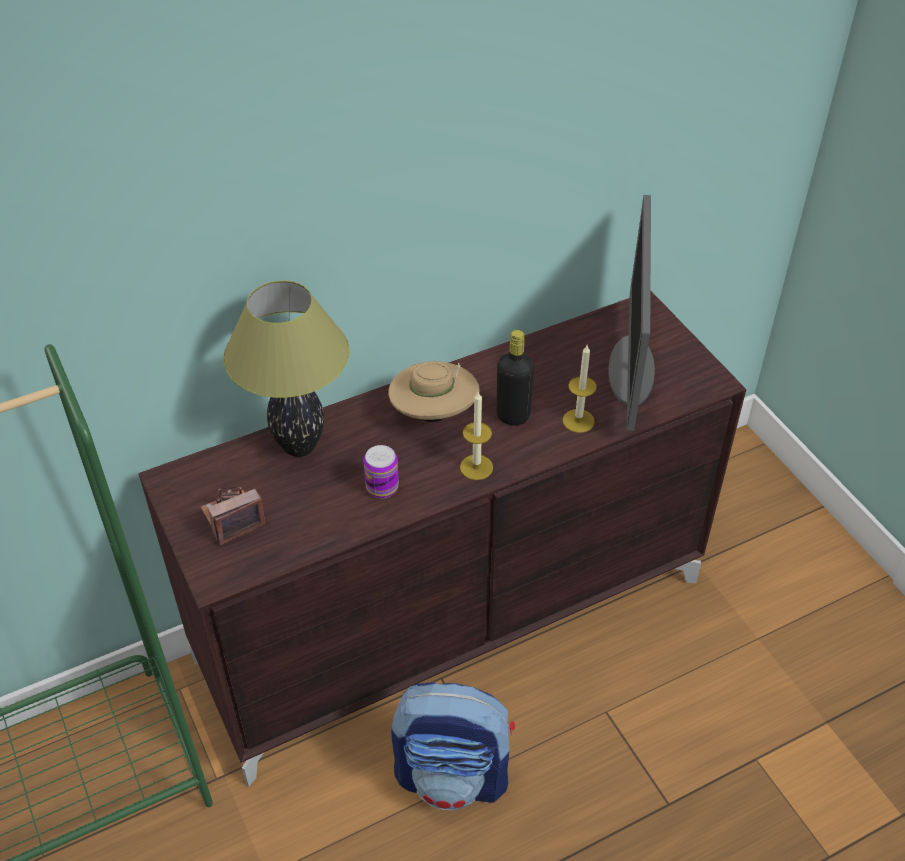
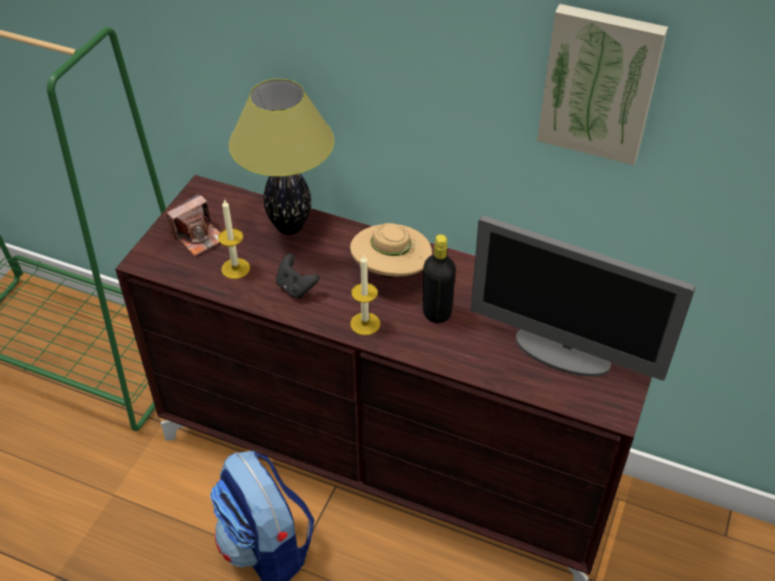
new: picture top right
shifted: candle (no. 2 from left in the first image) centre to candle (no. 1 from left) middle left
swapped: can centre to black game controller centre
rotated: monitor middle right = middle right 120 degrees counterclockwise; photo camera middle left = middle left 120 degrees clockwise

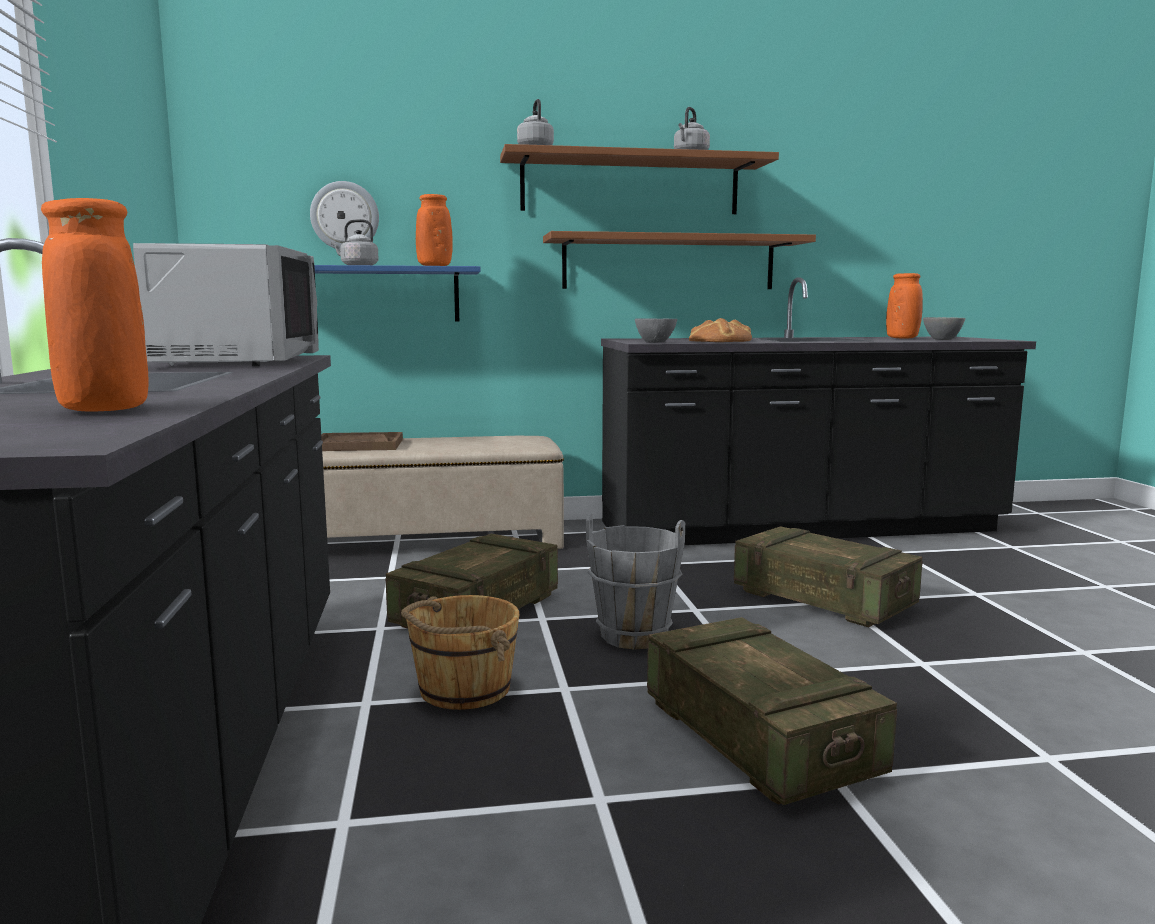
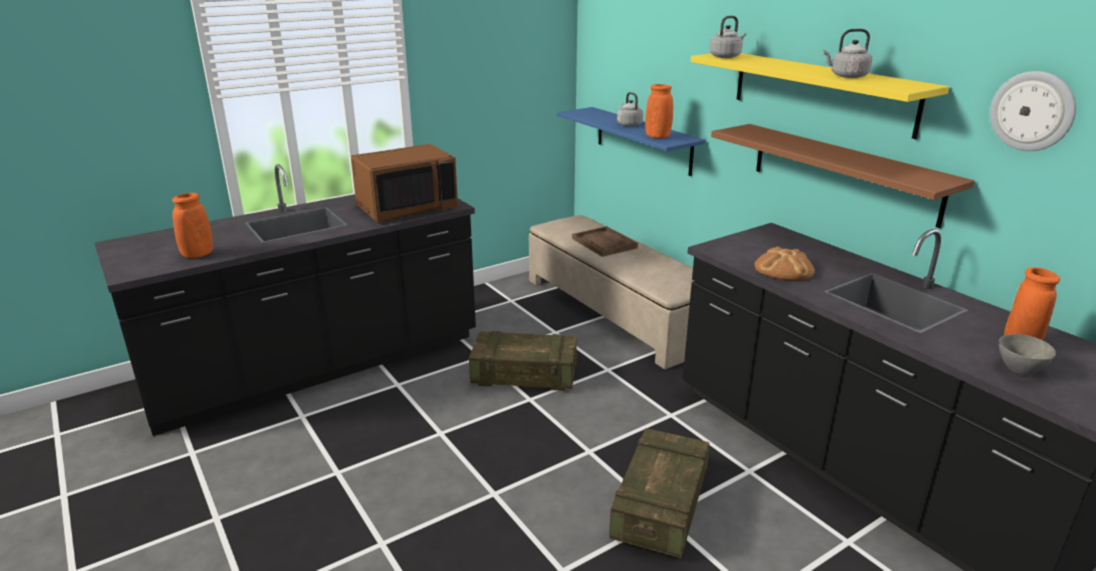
gone: grey bowl (no. 1 from left) centre; grey bucket centre; brown bucket bottom centre; crate (no. 2 from left) bottom right
shifted: wall clock top left to top right
repainted: brown shelf (no. 1 from left) top centre to yellow shelf top right; grey microwave top left to brown microwave top centre

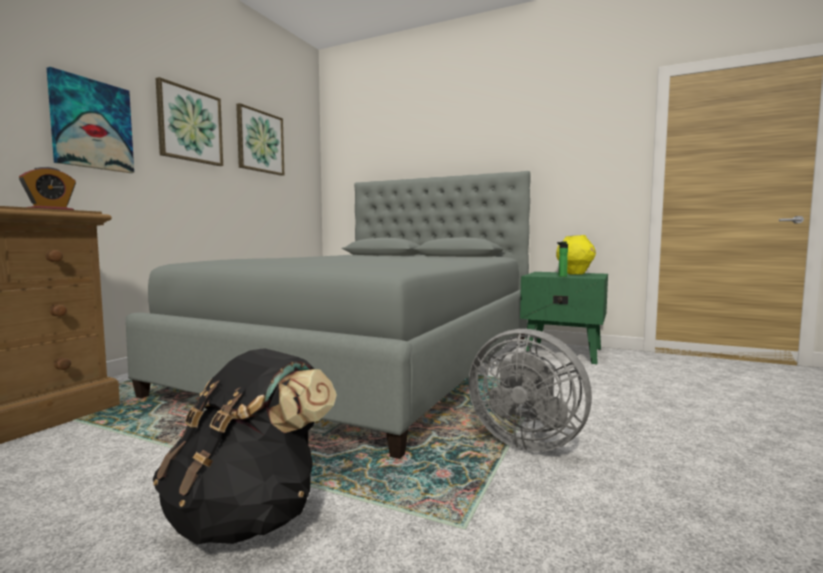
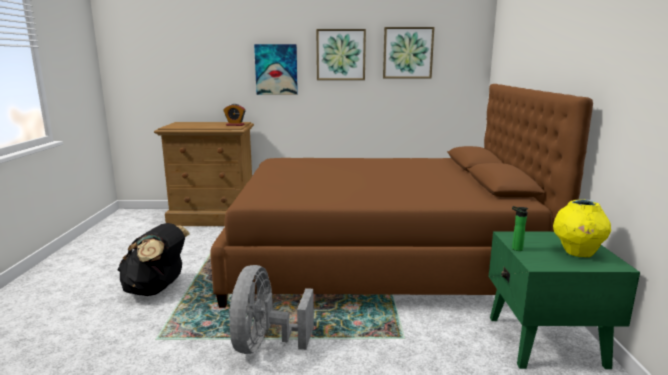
repainted: grey bed centre to brown bed centre

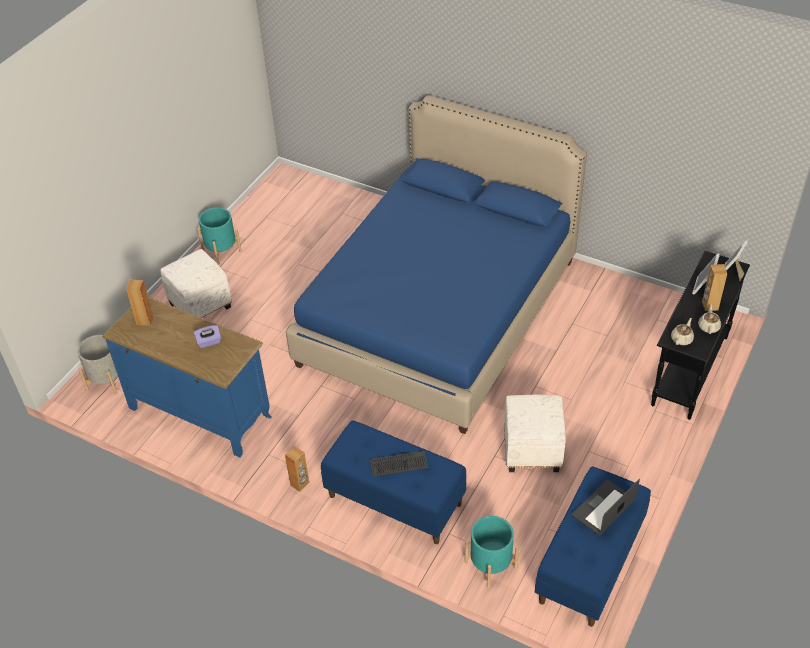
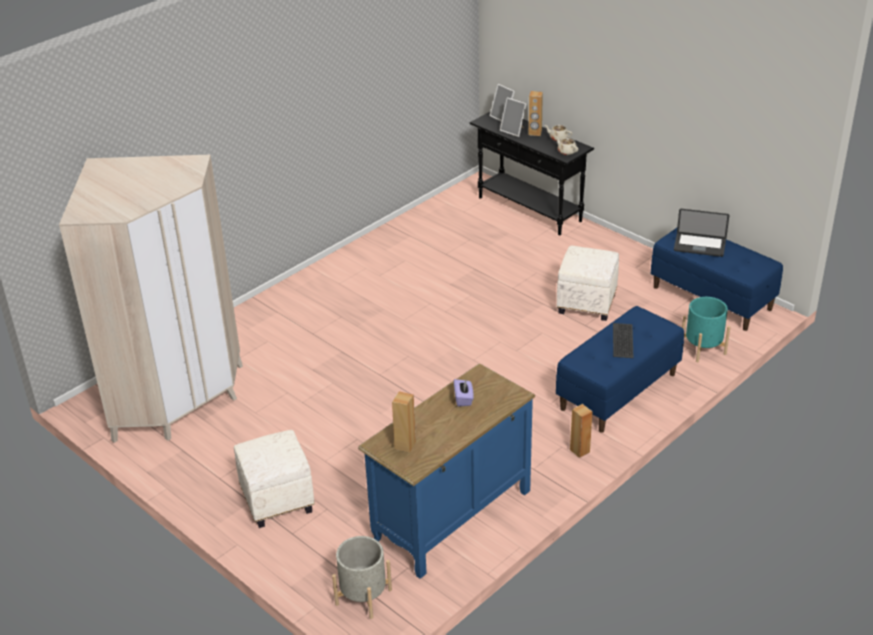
gone: blue bed centre; turquoise planter (no. 1 from left) middle left
new: beige wardrobe middle left
rotated: laptop bottom right = middle right 45 degrees counterclockwise

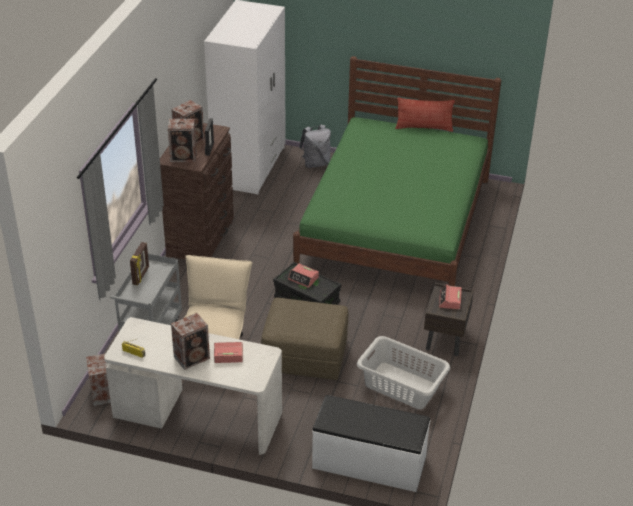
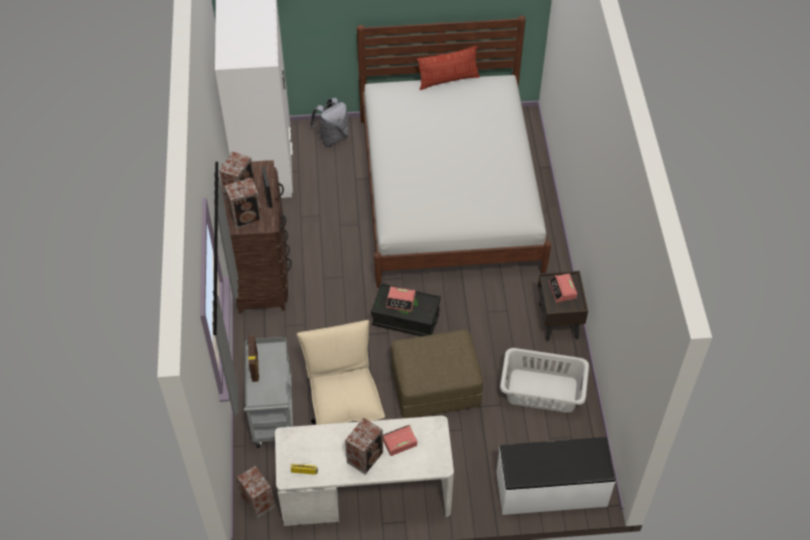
repainted: green bed centre to white bed top centre

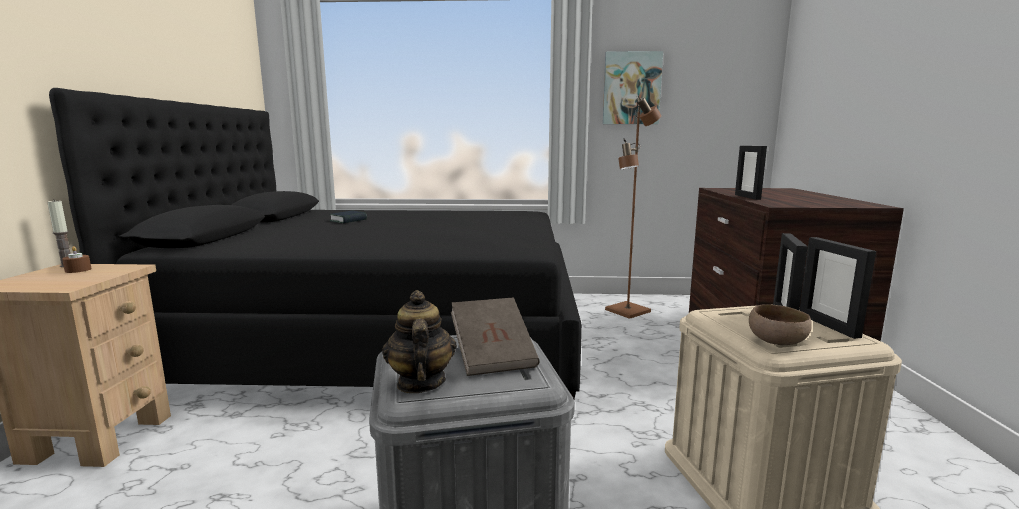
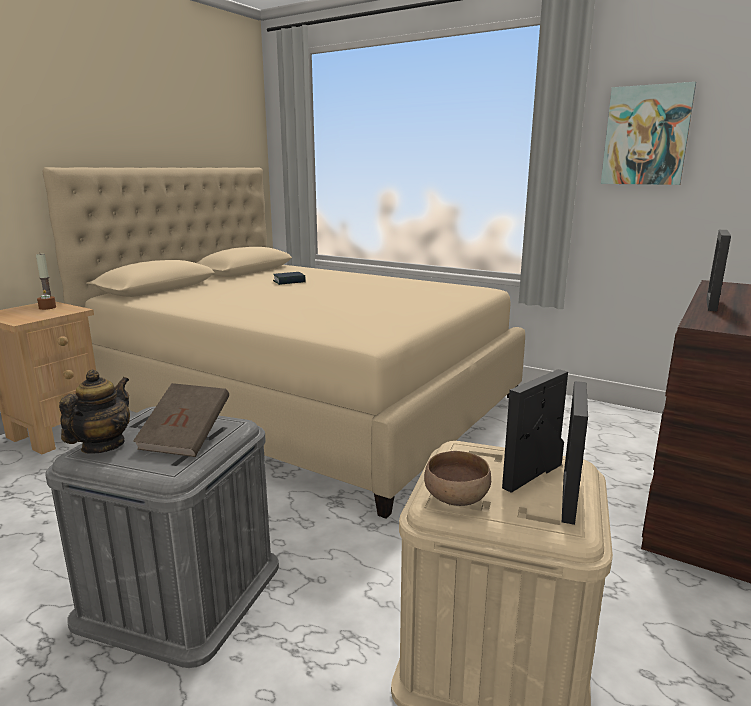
gone: brown floor lamp centre
repainted: black bed middle left to beige bed centre

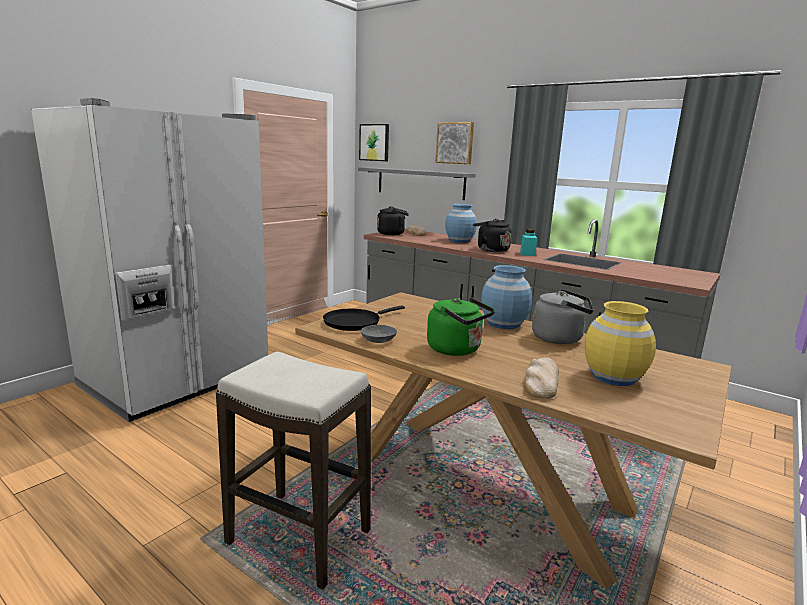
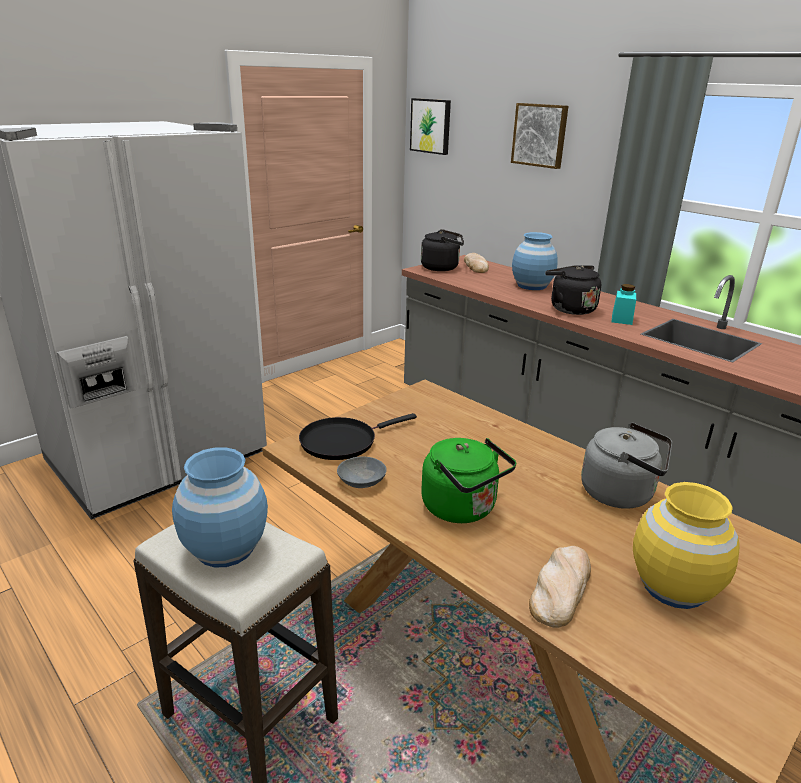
gone: grey shelf top centre
shifted: blue vase (no. 2 from left in the first image) centre to blue vase (no. 1 from left) middle left

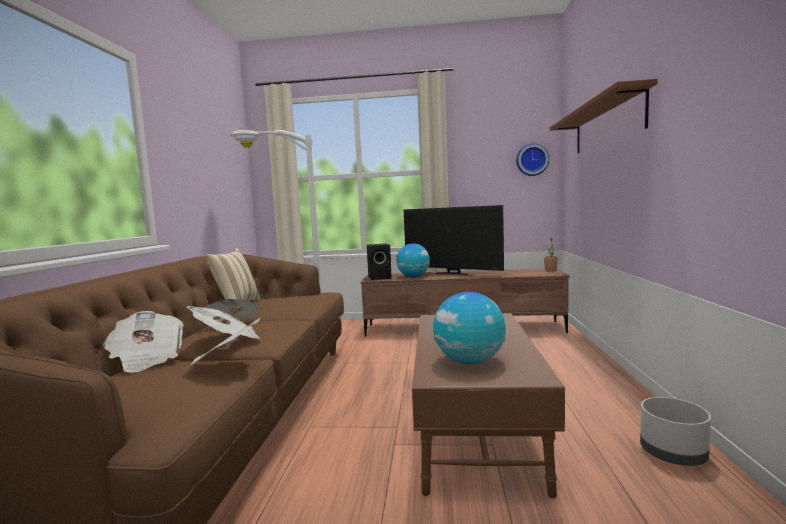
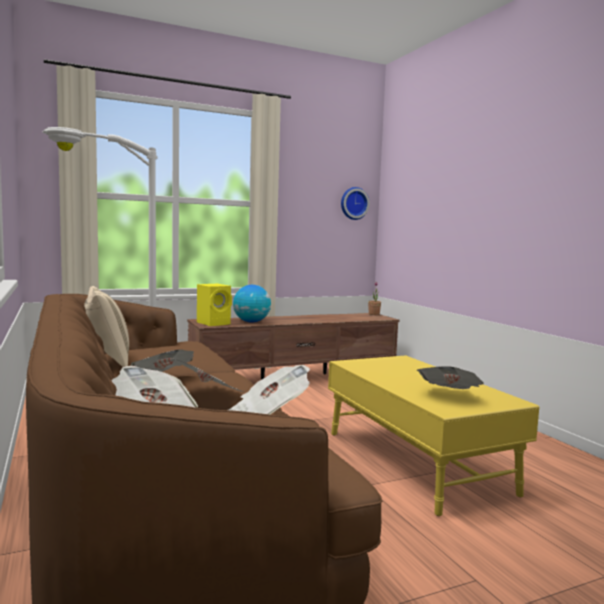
gone: brown shelf top right; television centre; grey planter bottom right
swapped: globe (no. 2 from left) centre to newspaper (no. 5 from left) middle right
repainted: black speaker centre to yellow speaker centre; brown coffee table bottom centre to yellow coffee table bottom right

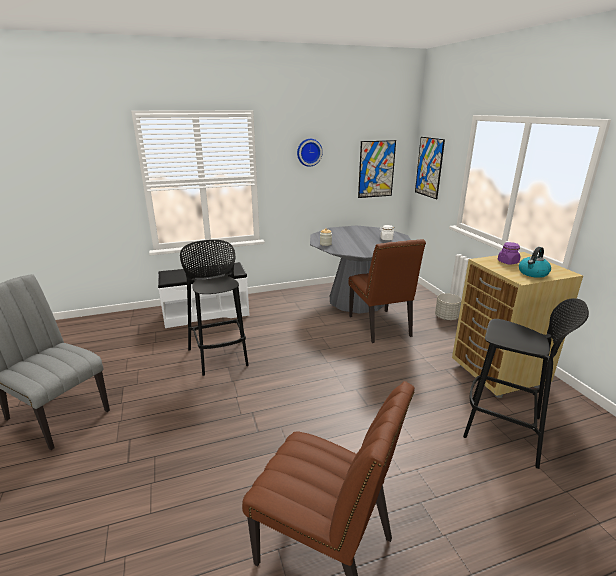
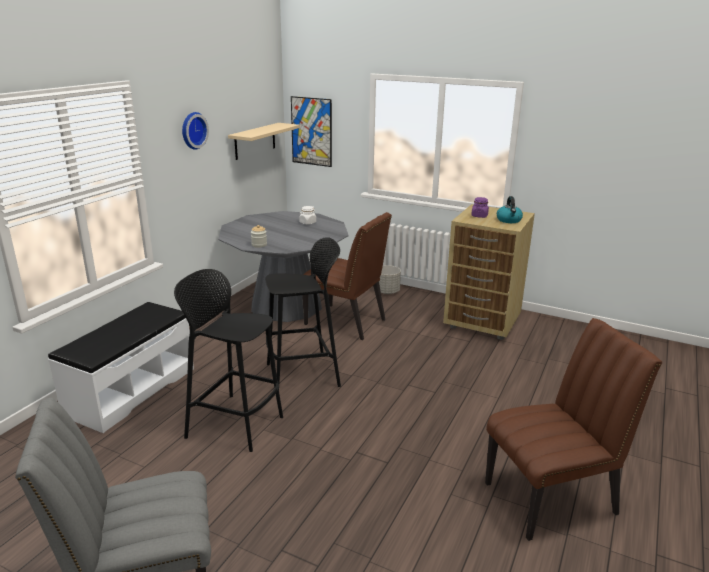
shifted: black stool (no. 2 from left) middle right to centre
swapped: picture (no. 1 from left) top centre to beige shelf top centre

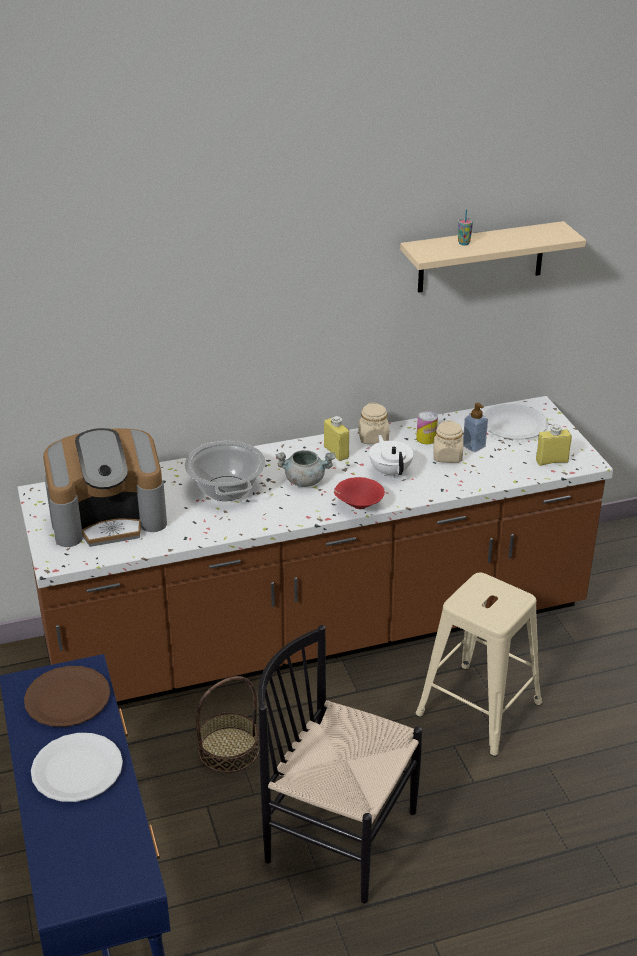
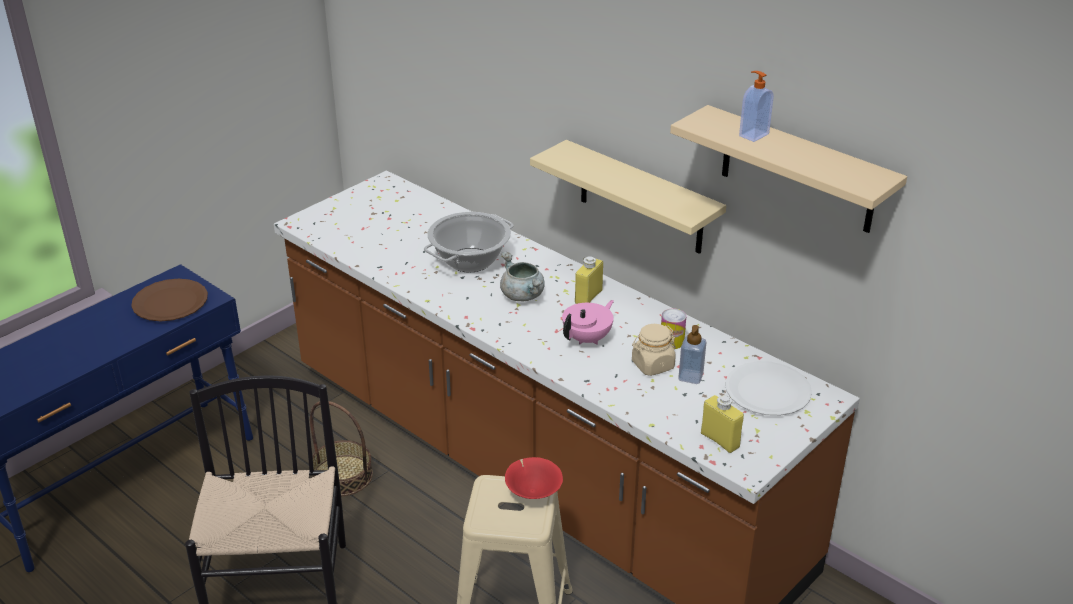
gone: beige jar (no. 1 from left) centre; coffee machine middle left; white plate (no. 1 from left) bottom left
new: beige shelf (no. 1 from left) top centre
shifted: red bowl centre to bottom centre
swapped: cup top right to soap dispenser (no. 2 from left) top right
repainted: white teapot centre to pink teapot centre

